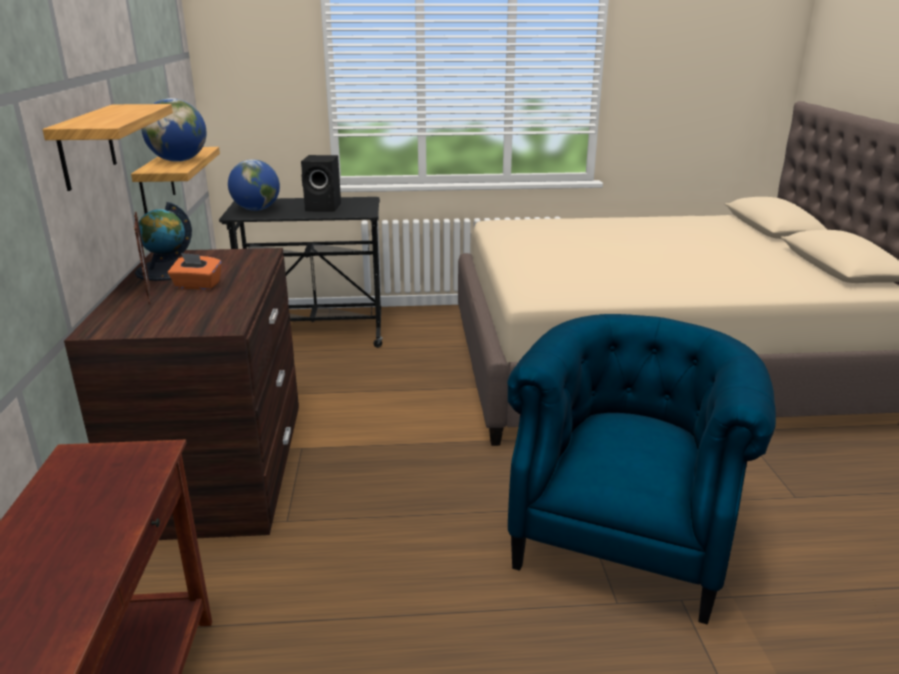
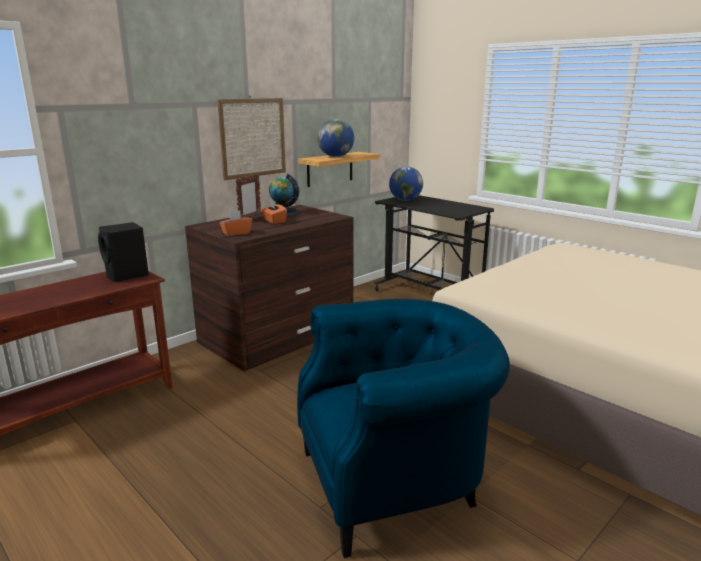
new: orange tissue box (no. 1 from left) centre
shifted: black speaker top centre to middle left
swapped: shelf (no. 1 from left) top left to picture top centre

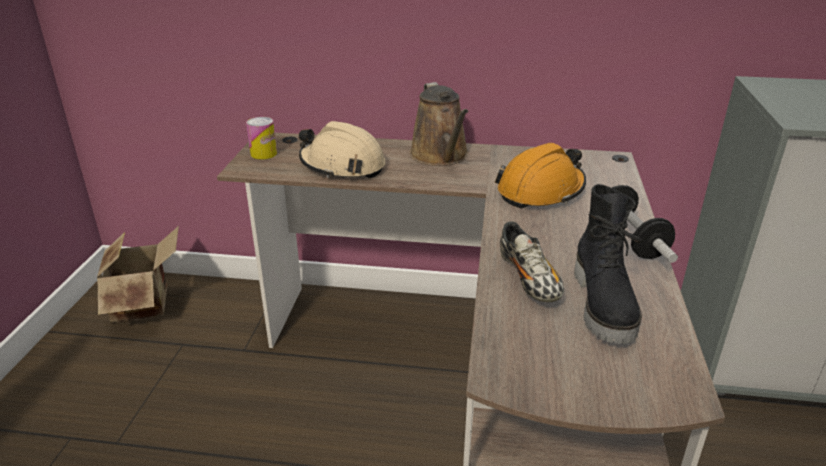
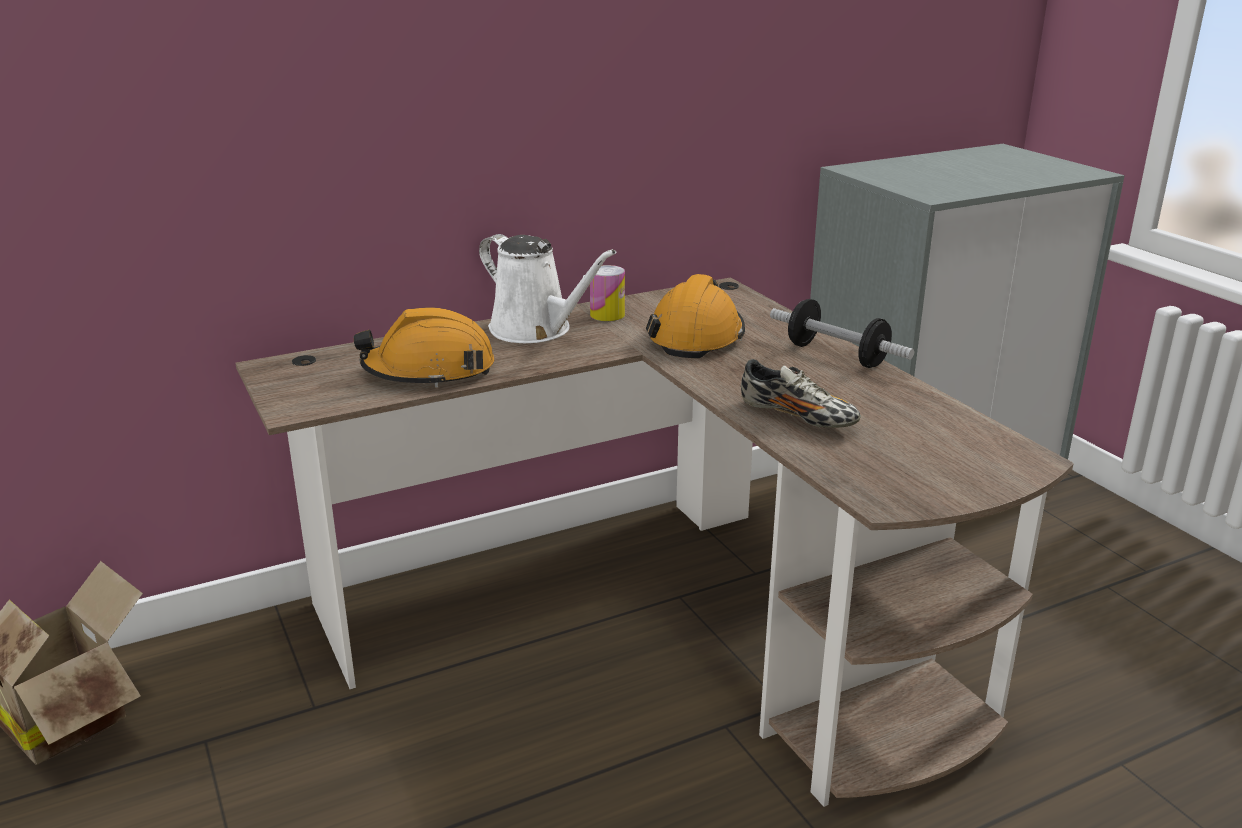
gone: black boot middle right
shifted: can top left to centre
repainted: brown watering can top centre to white watering can centre; beige hard hat top centre to orange hard hat (no. 1 from left) centre

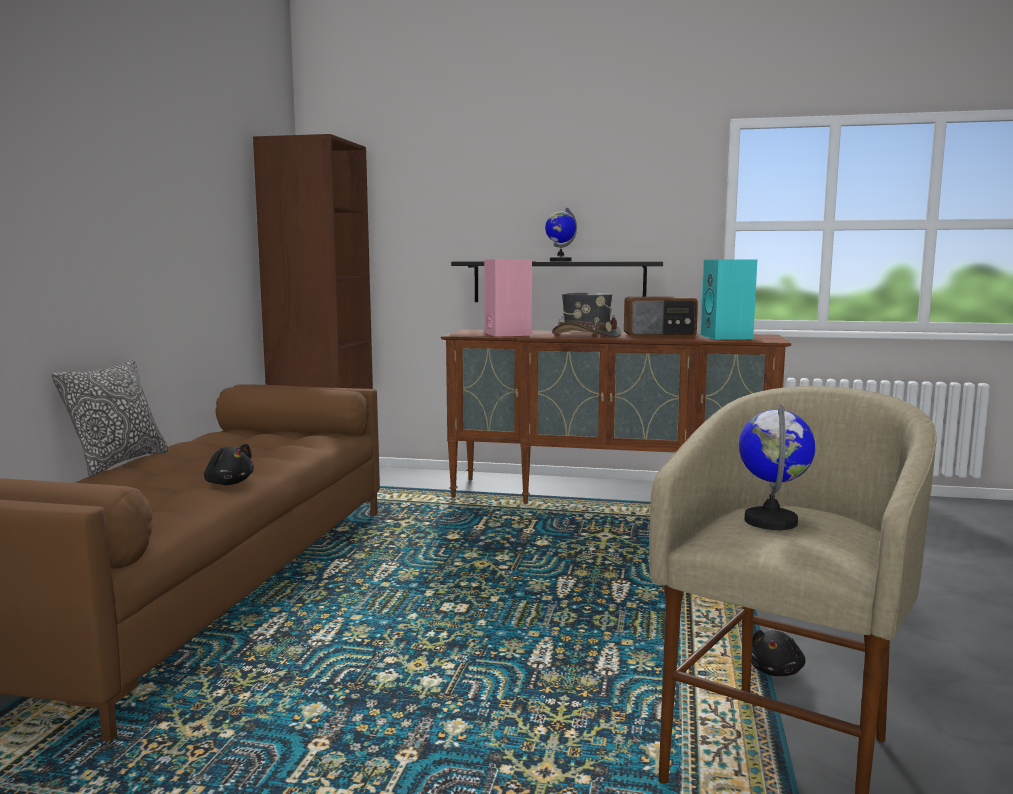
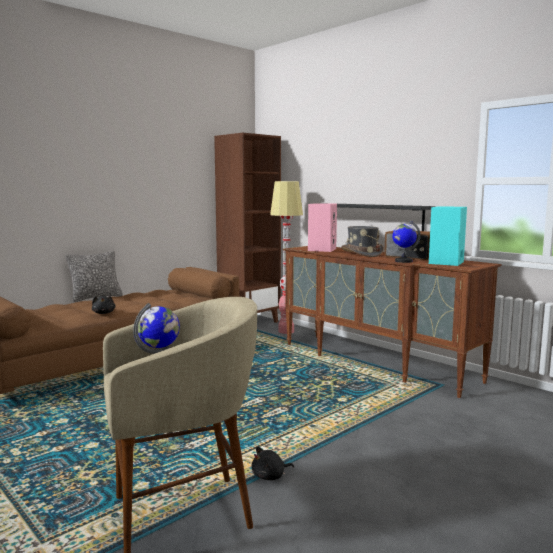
new: floor lamp centre
shifted: globe (no. 1 from left in the first image) top centre to globe (no. 2 from left) middle right

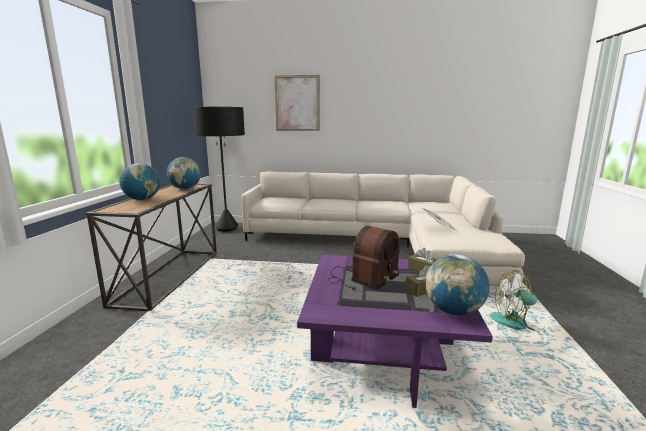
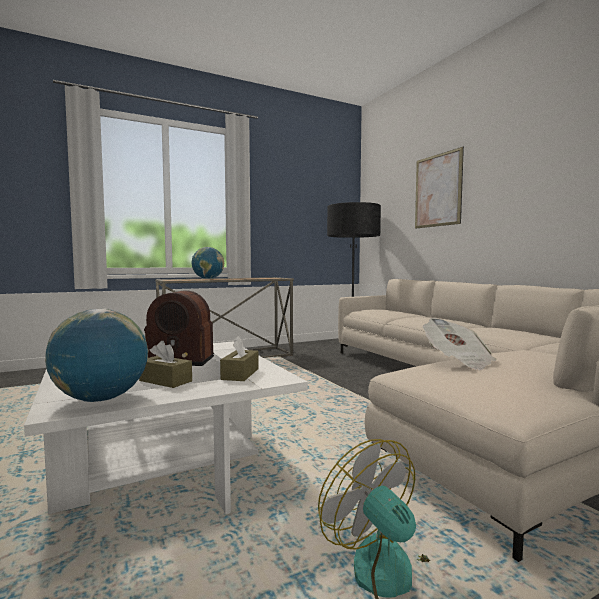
gone: globe (no. 2 from left) middle left
repainted: purple coffee table bottom centre to white coffee table bottom left

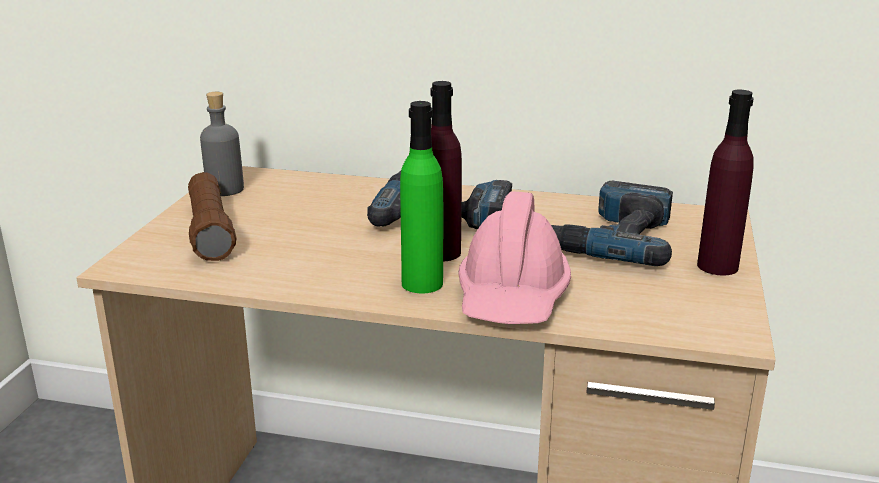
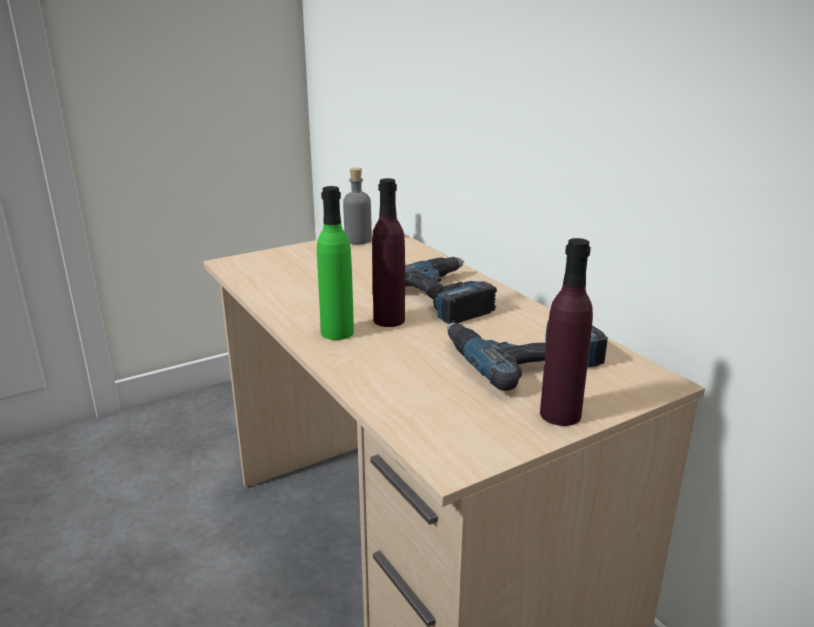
gone: brown flashlight middle left; pink hard hat centre

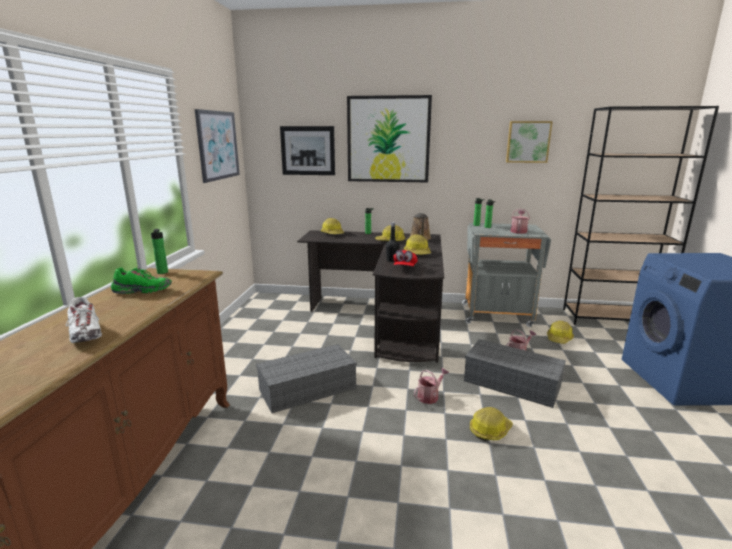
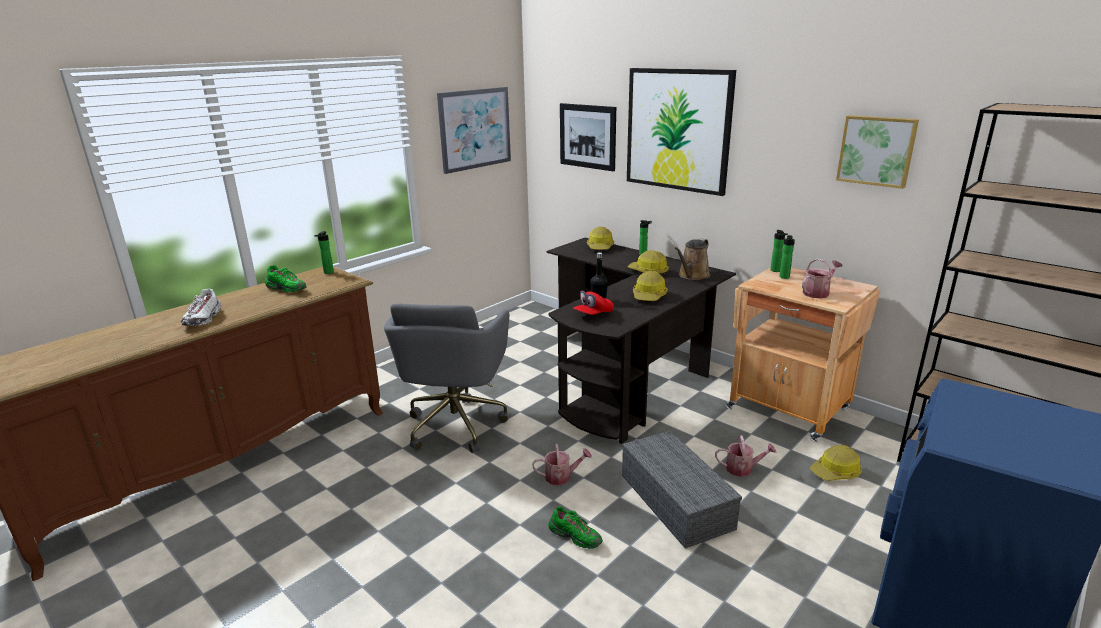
swapped: grey storage box (no. 1 from left) bottom centre to grey office chair centre; hard hat (no. 4 from left) bottom right to green shoe (no. 2 from left) bottom centre
repainted: grey cart middle right to brown cart middle right

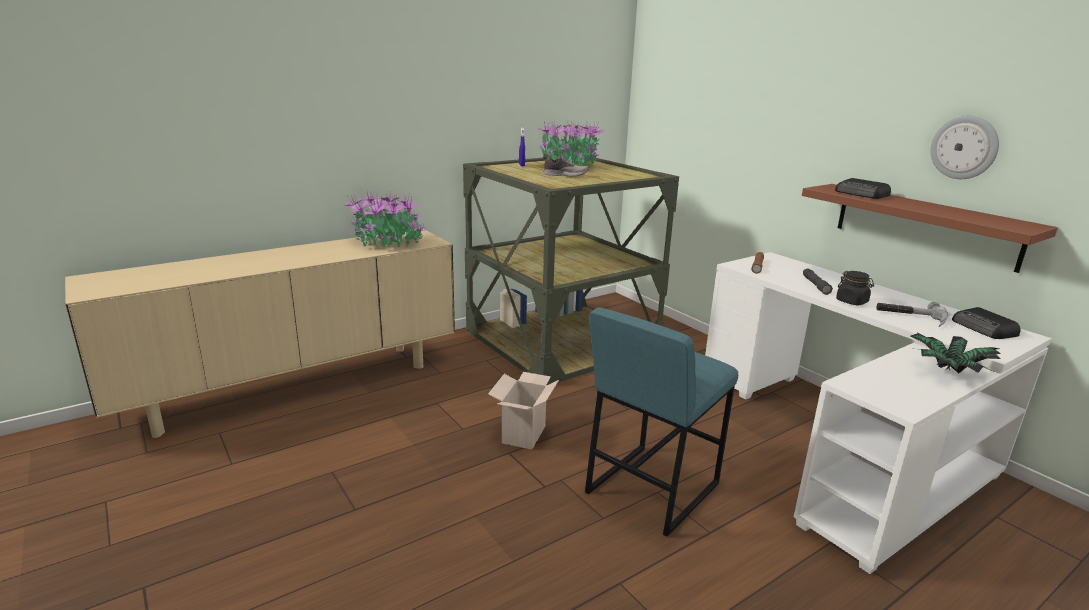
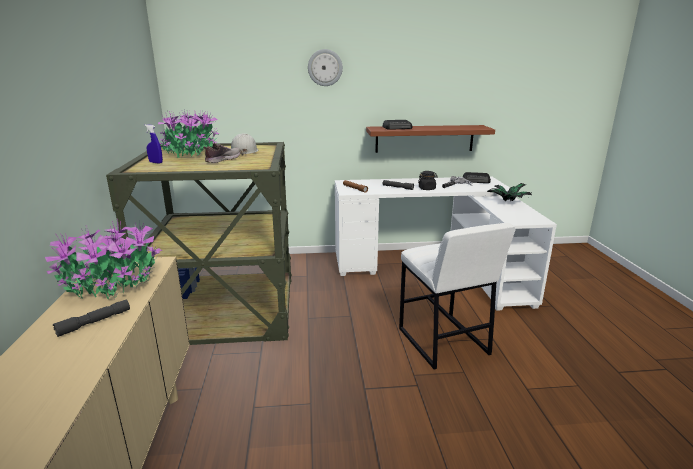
gone: cardboard box bottom centre
new: white hard hat top centre; grey flashlight (no. 1 from left) bottom left
shifted: wall clock top right to top centre
repainted: blue stool bottom centre to white stool centre

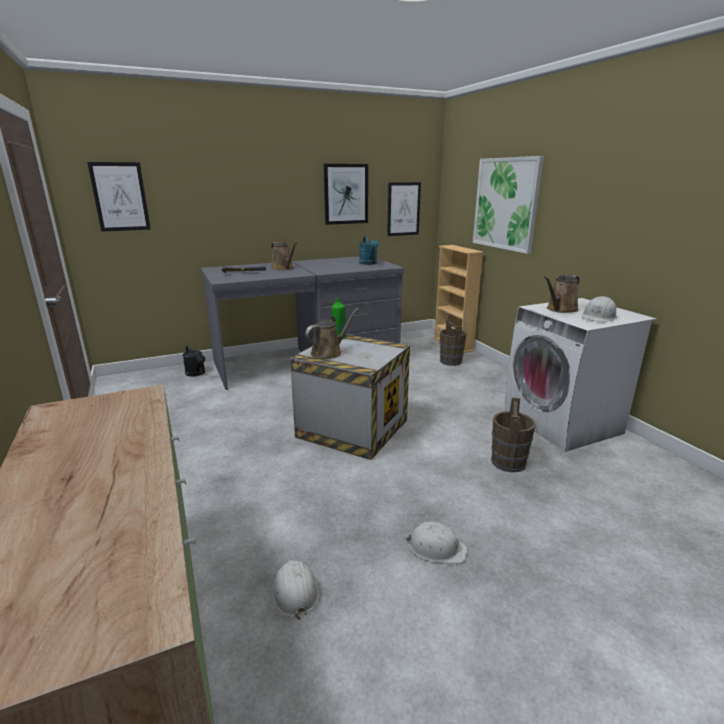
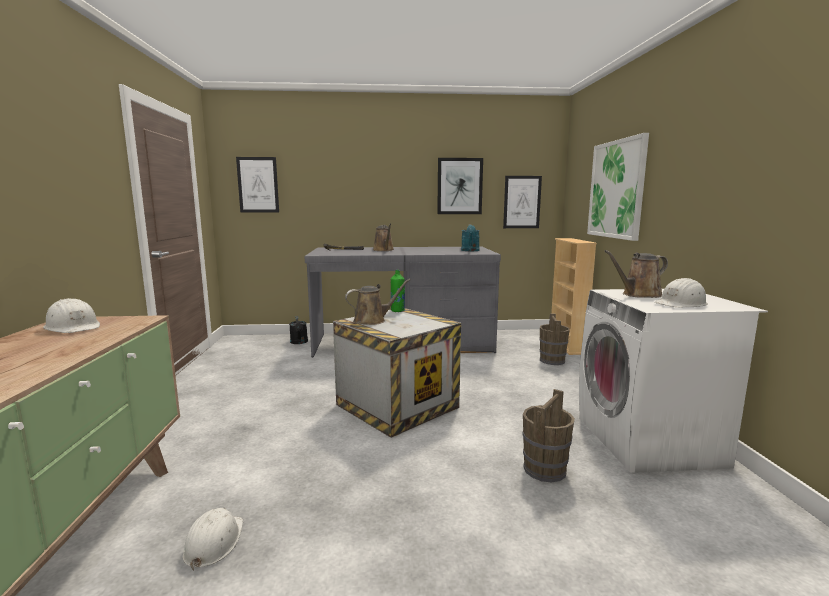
shifted: white hard hat (no. 2 from left in the first image) bottom centre to white hard hat (no. 1 from left) middle left

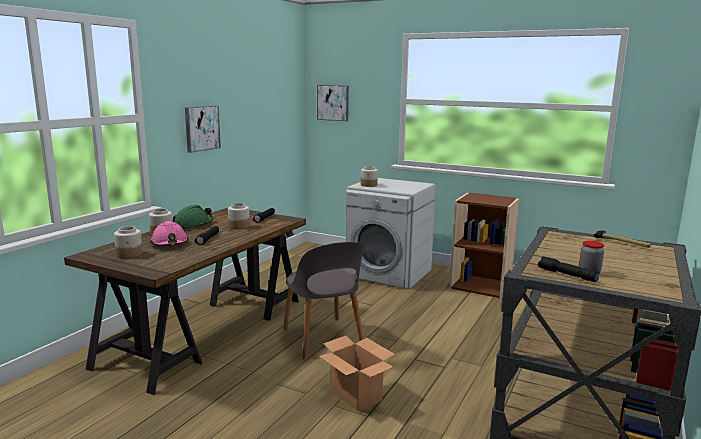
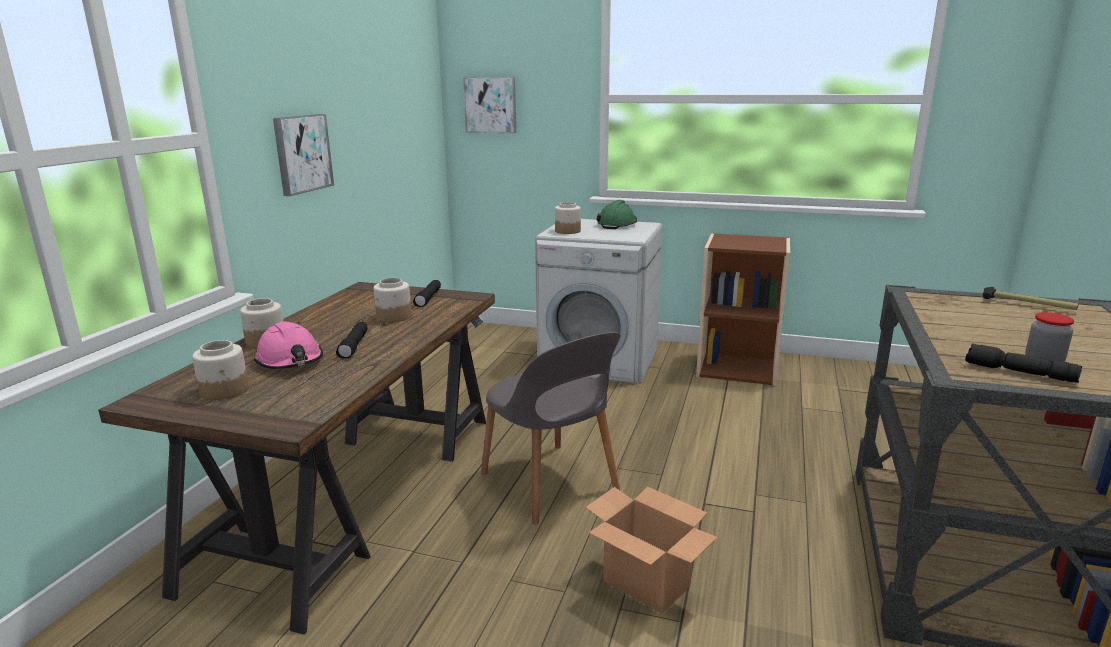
shifted: green hard hat middle left to top centre

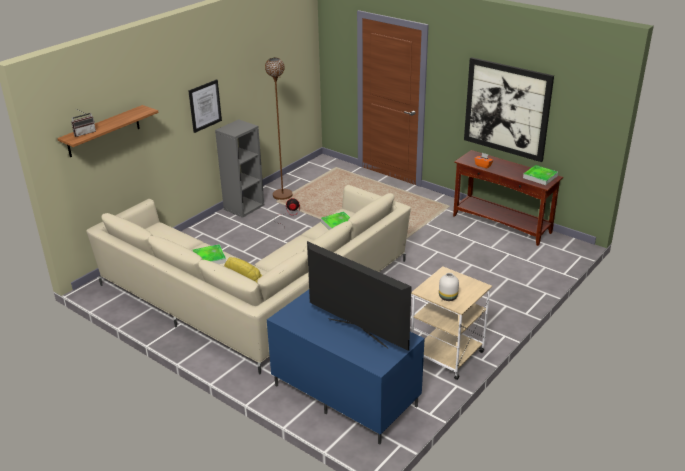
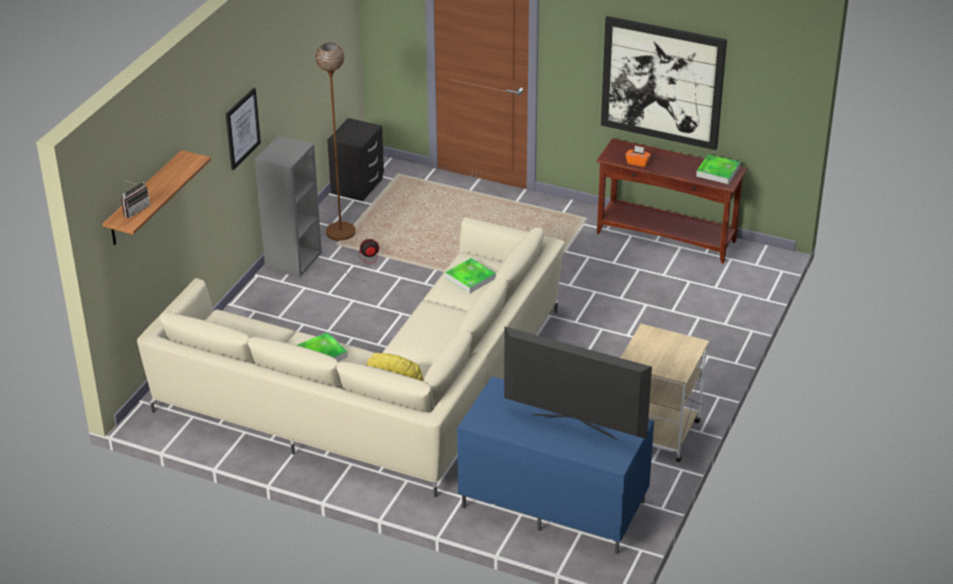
gone: white vase centre
new: black nightstand top centre

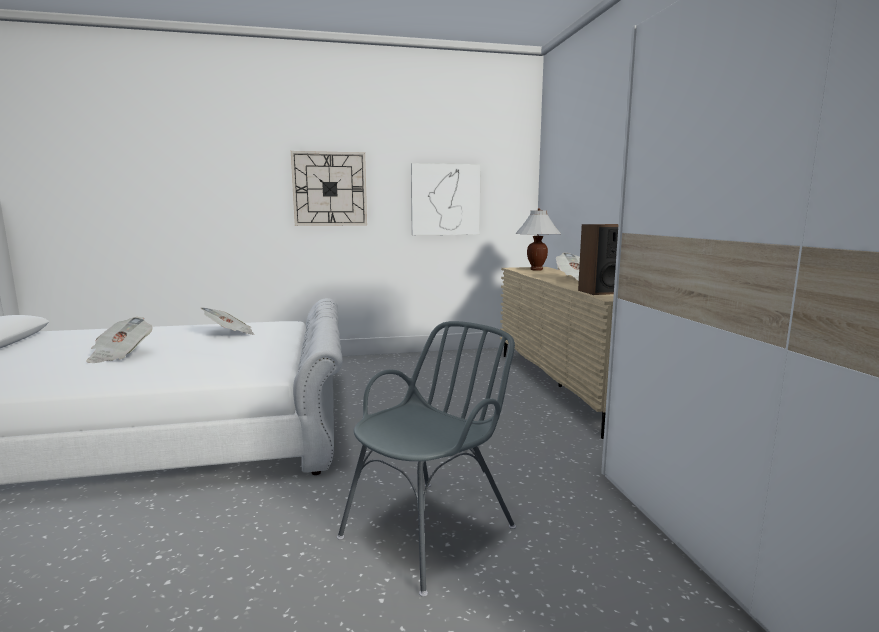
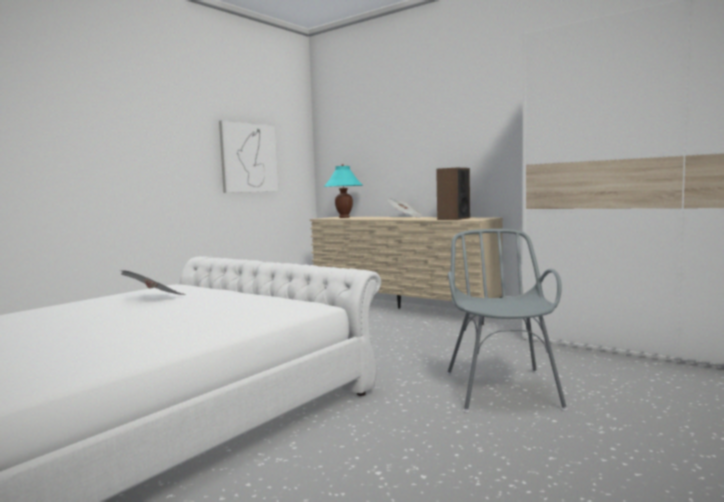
gone: wall clock top centre; newspaper (no. 1 from left) middle left
repainted: white table lamp centre to turquoise table lamp centre

